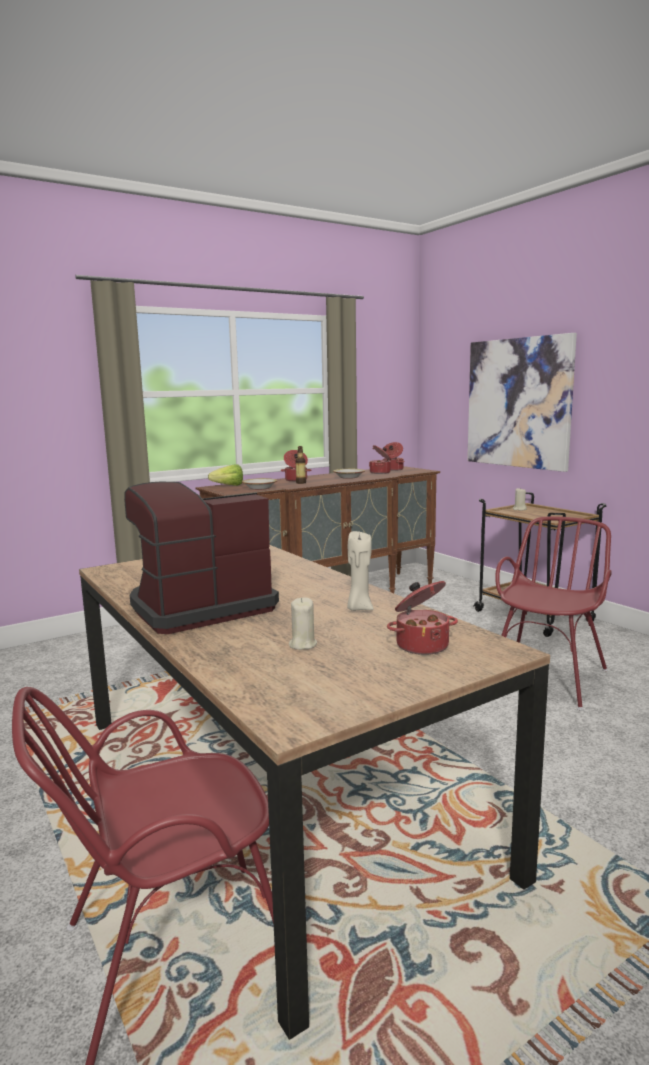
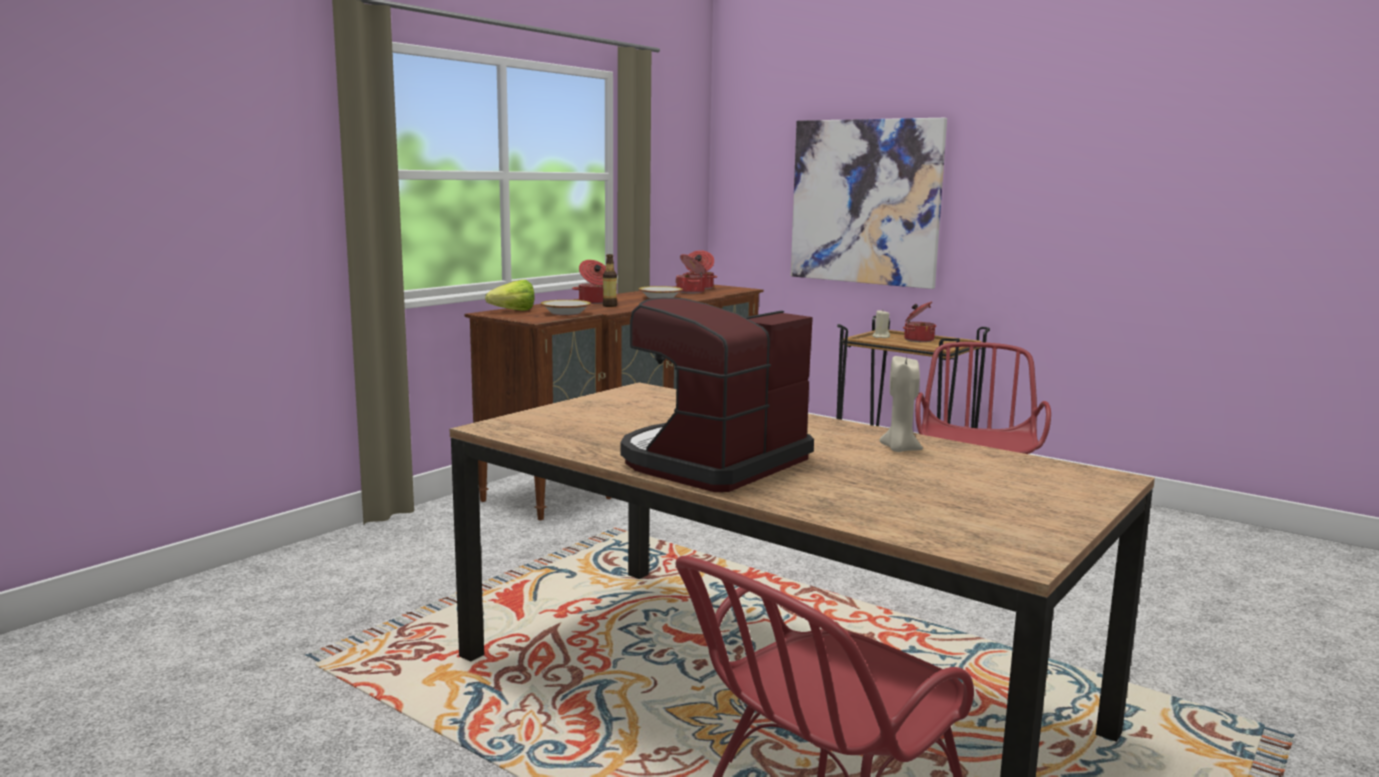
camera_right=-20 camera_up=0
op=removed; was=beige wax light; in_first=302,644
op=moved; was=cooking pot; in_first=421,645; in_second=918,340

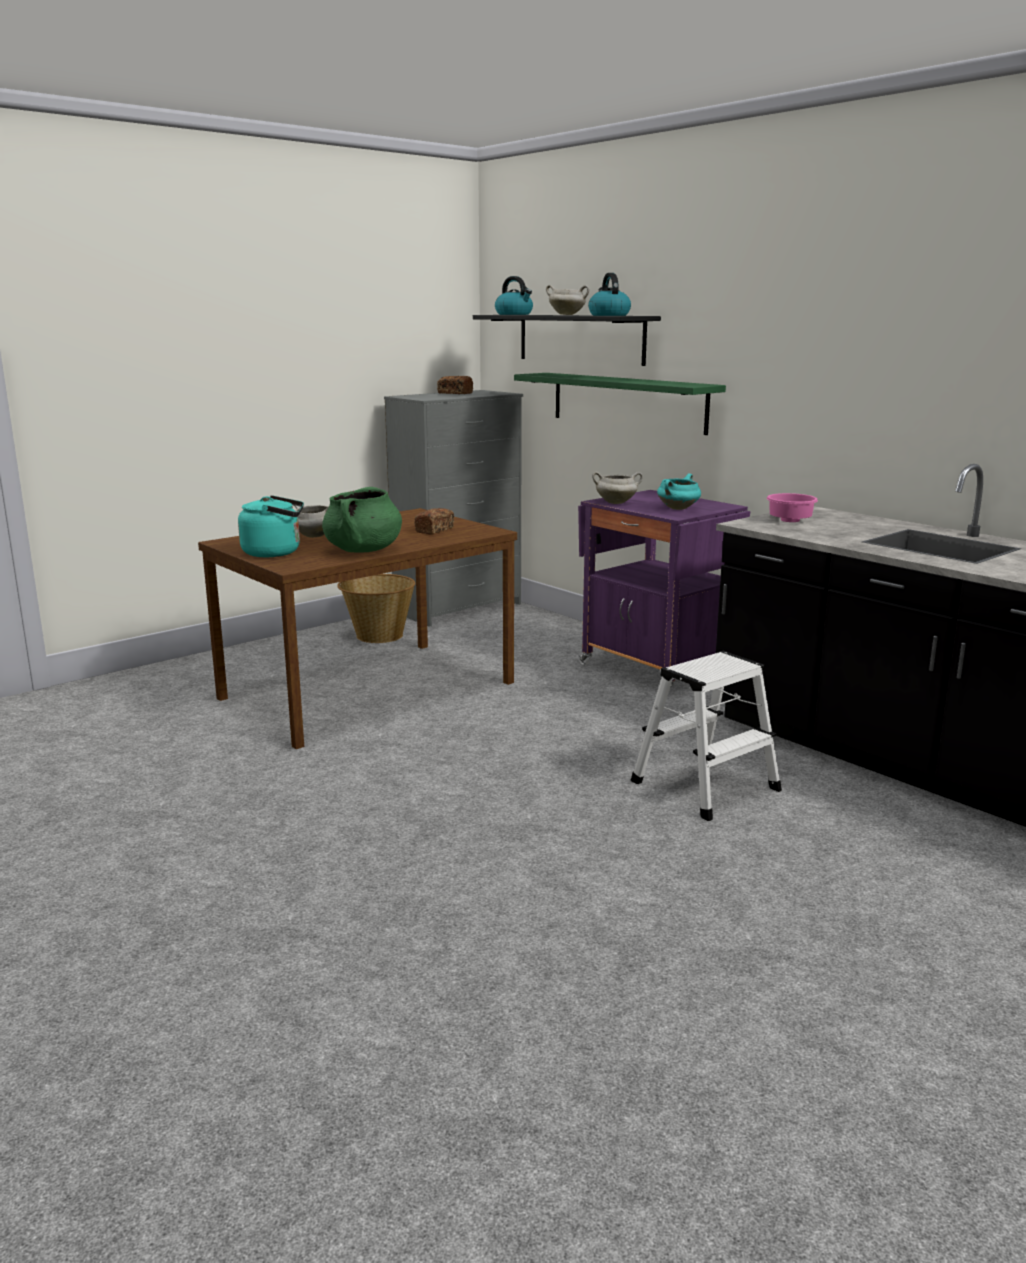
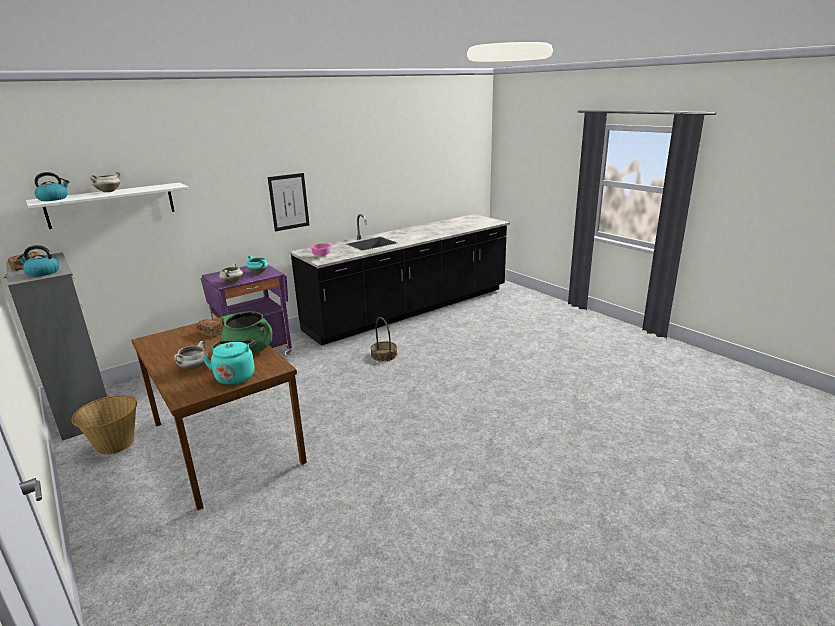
camera_right=-85 camera_up=5
op=recoloured; was=black bracket shelf; now=whitish bracket shelf; in_first=580,338; in_second=111,205
op=removed; was=green-coloured bracket shelf; in_first=627,402
op=moved; was=tea kettle; in_first=608,315; in_second=42,273
op=replaced; was=whitish step stool; now=basket; in_first=705,785; in_second=384,355
op=added; now=wall art; in_second=289,202

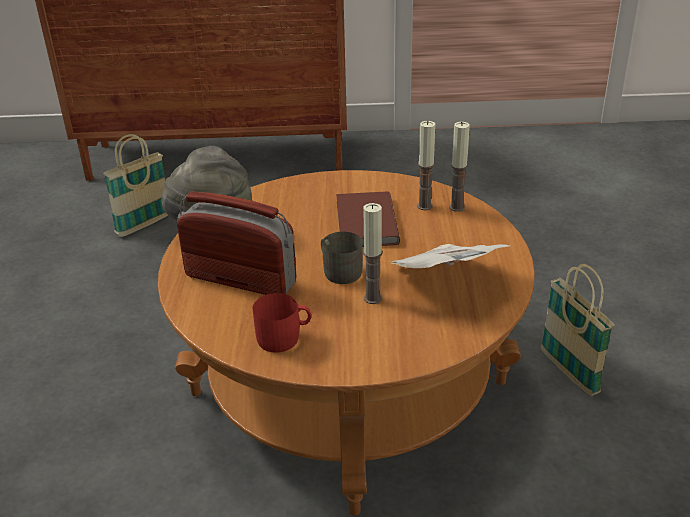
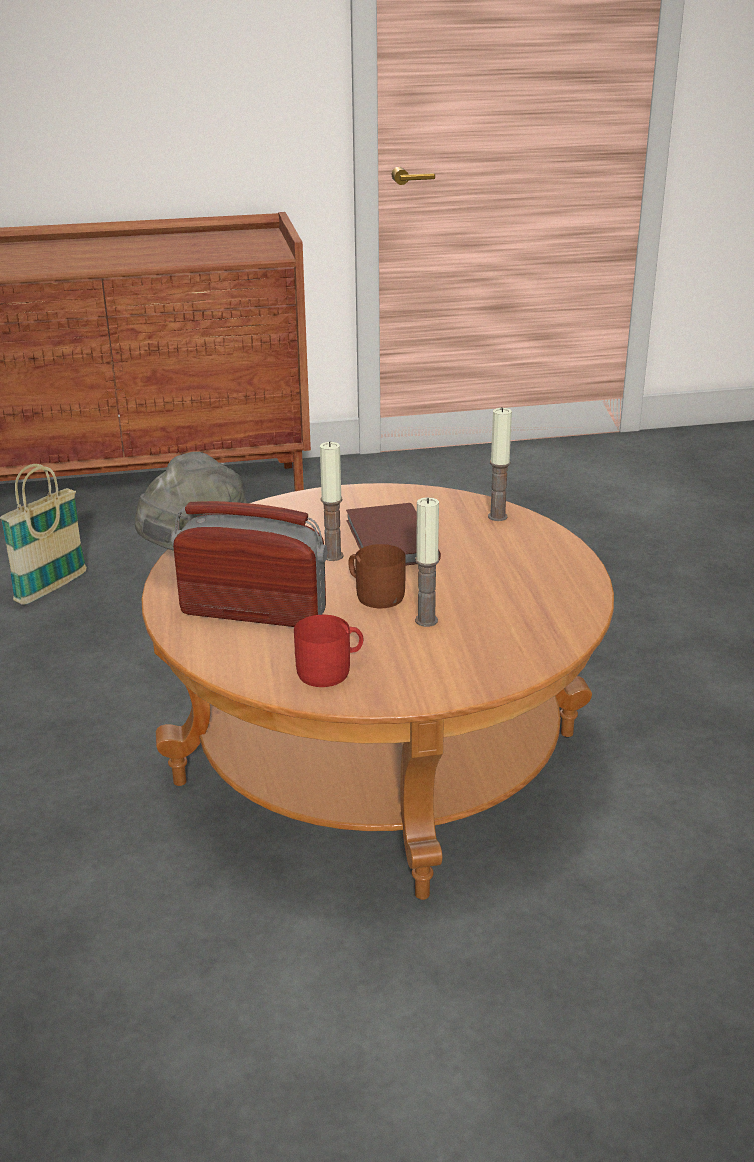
camera_right=-10 camera_up=-5
op=recoloured; was=gray mug; now=brownish mug; in_first=339,270; in_second=375,594
op=removed; was=daily paper; in_first=446,280
op=moved; was=wax light; in_first=424,206; in_second=333,556
op=removed; was=basket; in_first=568,372

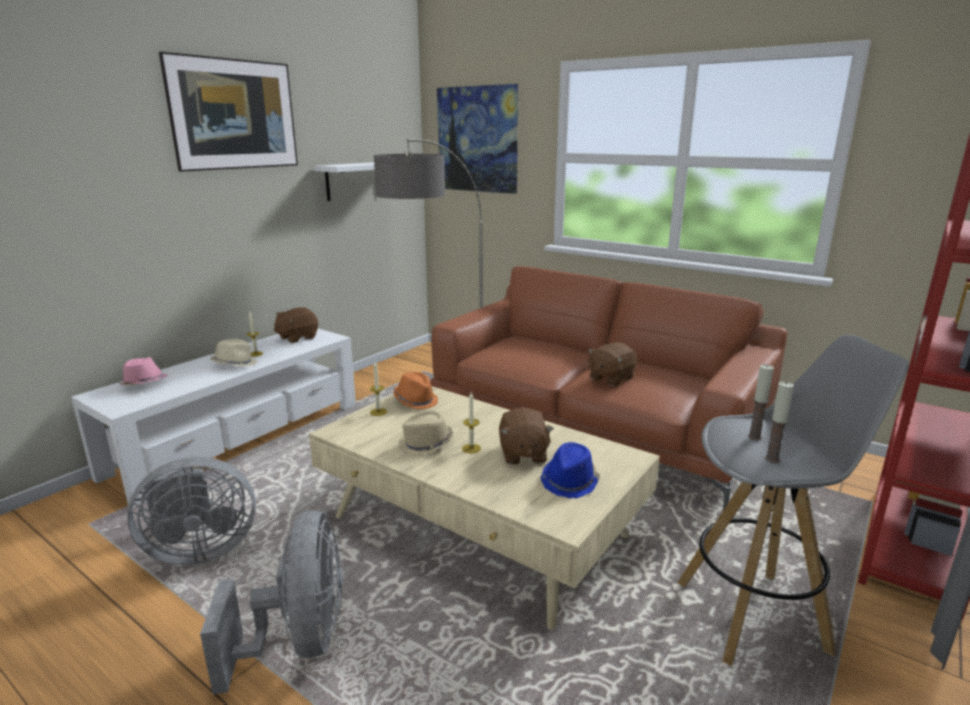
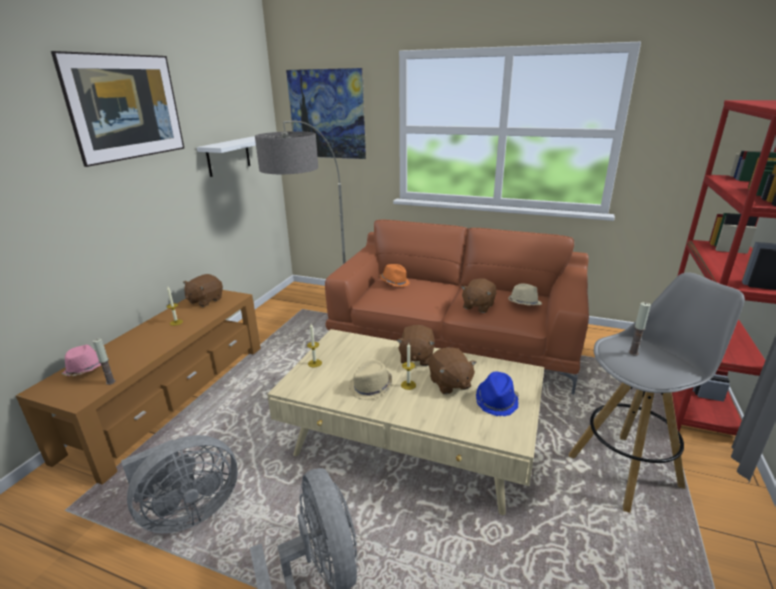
camera_right=-15 camera_up=5
op=recoloured; was=whitish media console; now=brownish media console; in_first=240,439; in_second=172,397
op=moved; was=beige clothing hat; in_first=234,364; in_second=523,304
op=moved; was=orange clothing hat; in_first=416,401; in_second=395,282
op=moved; was=wax light; in_first=772,459; in_second=110,382
op=added; now=brownish cuddly toy; in_second=416,358

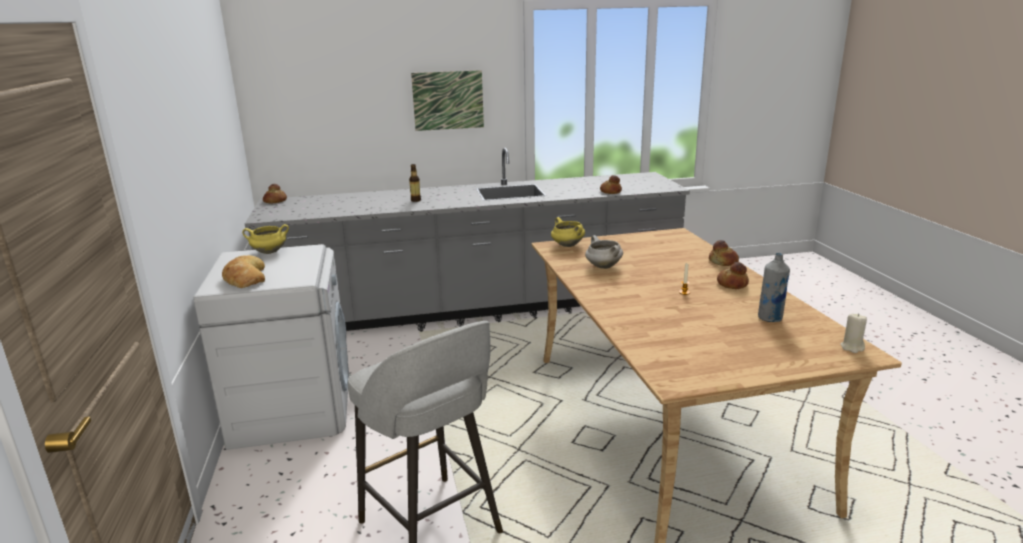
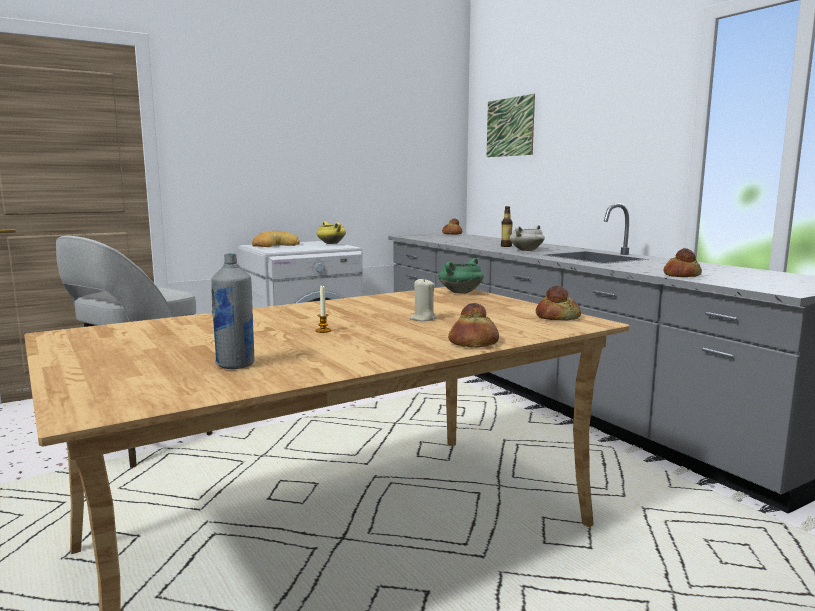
camera_right=70 camera_up=-10
op=moved; was=wall art; in_first=448,100; in_second=510,127
op=recoloured; was=yellowish cooking pot; now=green-coloured cooking pot; in_first=567,245; in_second=460,292
op=moved; was=whitish cooking pot; in_first=602,266; in_second=526,250
op=moved; was=bakery bread; in_first=731,284; in_second=557,317
op=moved; was=beige wax light; in_first=852,347; in_second=423,319

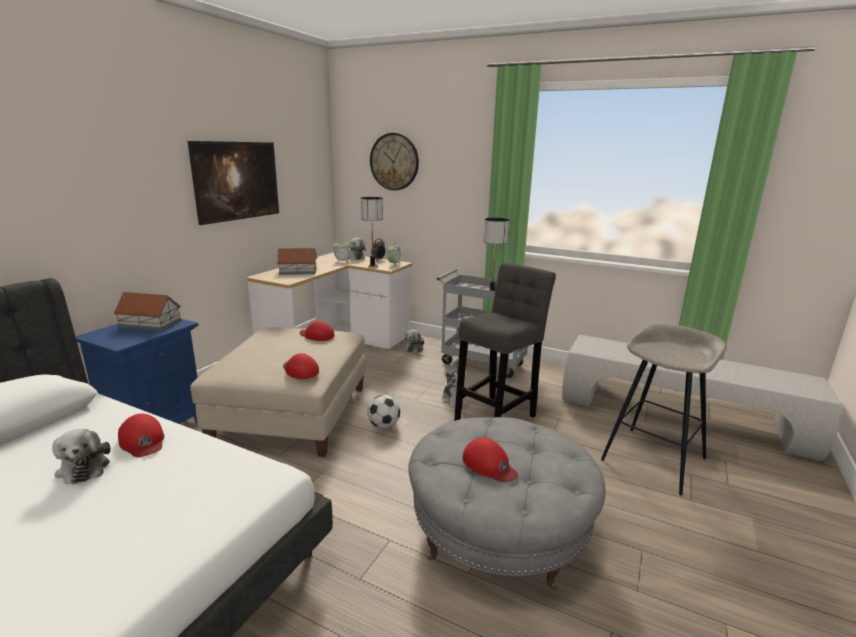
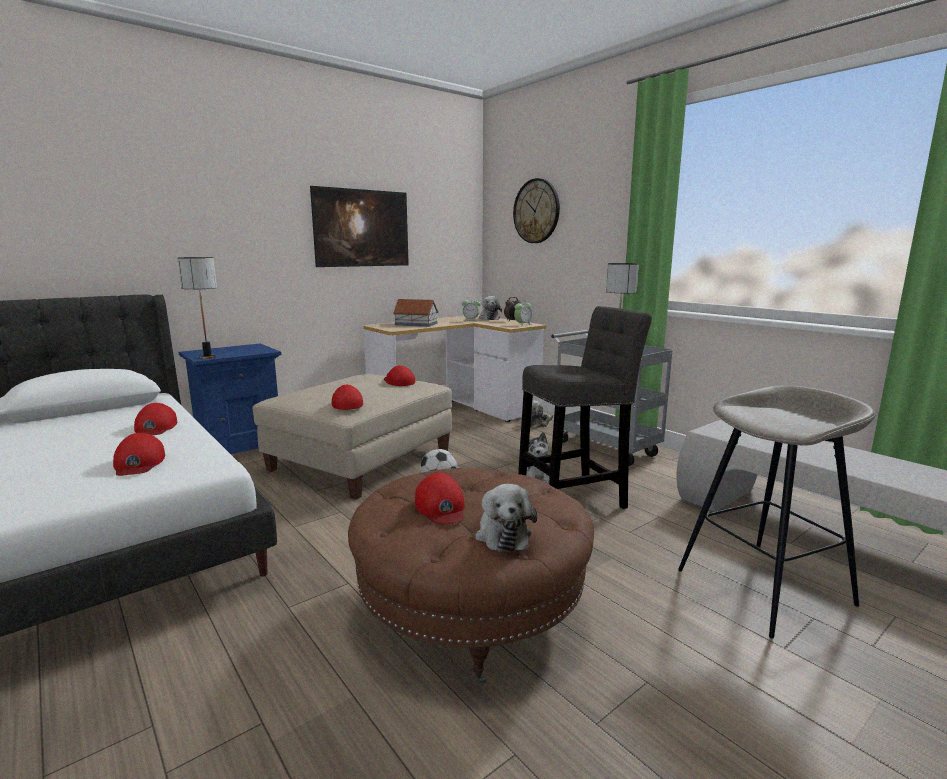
camera_right=25 camera_up=-5
op=moved; was=cuddly toy; in_first=84,467; in_second=502,534
op=removed; was=model house; in_first=150,323
op=moved; was=lamp for a table; in_first=373,266; in_second=208,357
op=recoloured; was=gray ottoman; now=brownish ottoman; in_first=498,531; in_second=471,608
op=added; now=reddish peaked cap; in_second=139,463

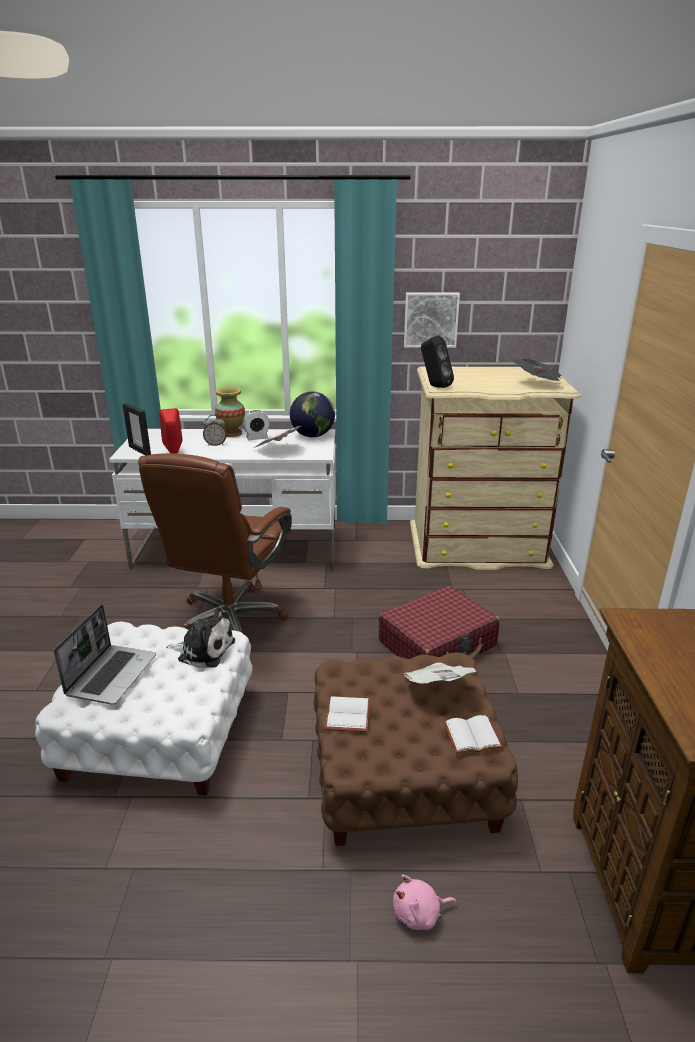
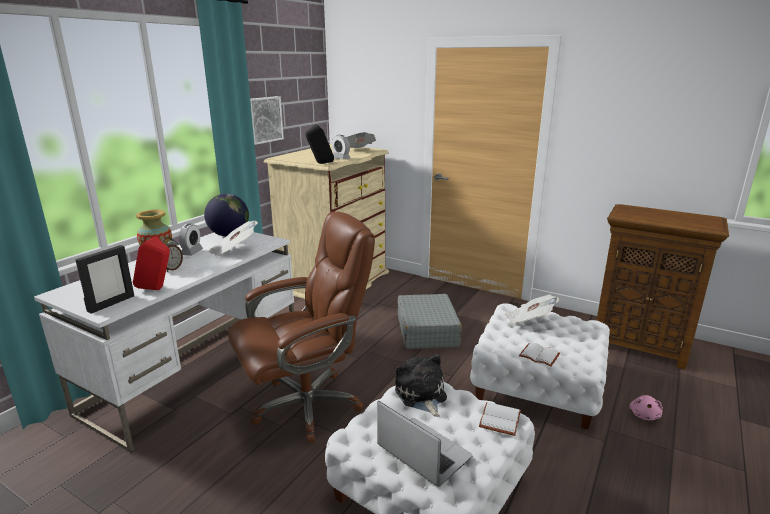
camera_right=-60 camera_up=-5
op=turned; was=standing frame; in_first=140,450; in_second=111,303; clockwise=-45
op=turned; was=brownish office chair; in_first=231,618; in_second=305,406; clockwise=-75
op=turned; was=cuddly toy; in_first=204,650; in_second=421,395; clockwise=-60
op=recoloured; was=brownish ottoman; now=whitish ottoman; in_first=404,773; in_second=538,384
op=recoloured; was=reddish travel case; now=gray travel case; in_first=437,644; in_second=427,331
op=moved; was=whitish book; in_first=472,735; in_second=498,419
op=added; now=table clock; in_second=341,158

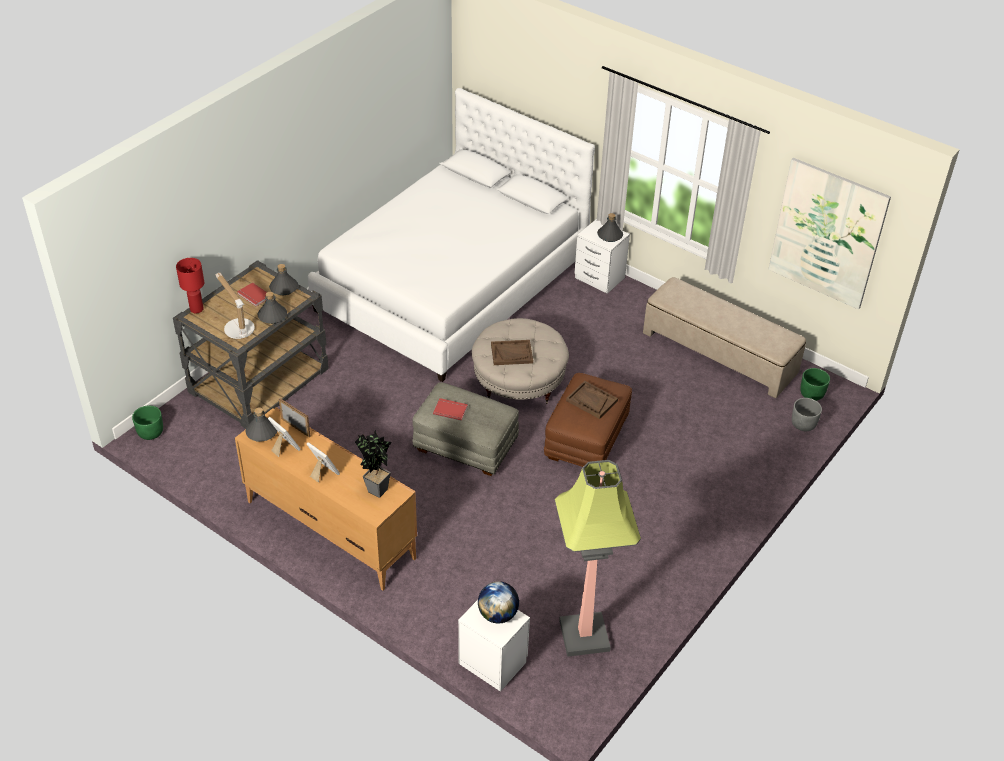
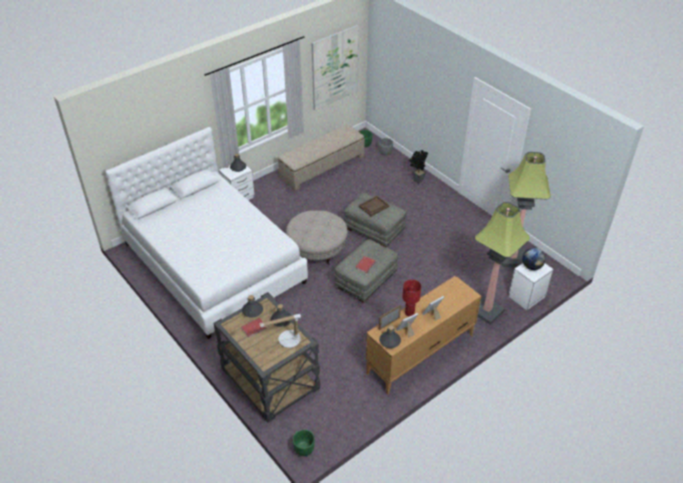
camera_right=-75 camera_up=0
op=moved; was=reddish lamp for a table; in_first=196,309; in_second=409,313
op=moved; was=potted plant; in_first=376,488; in_second=416,181
op=removed; was=brownish tray; in_first=512,353
op=recoloured; was=brownish ottoman; now=gray ottoman; in_first=587,440; in_second=374,230
op=added; now=standing lamp; in_second=487,312

